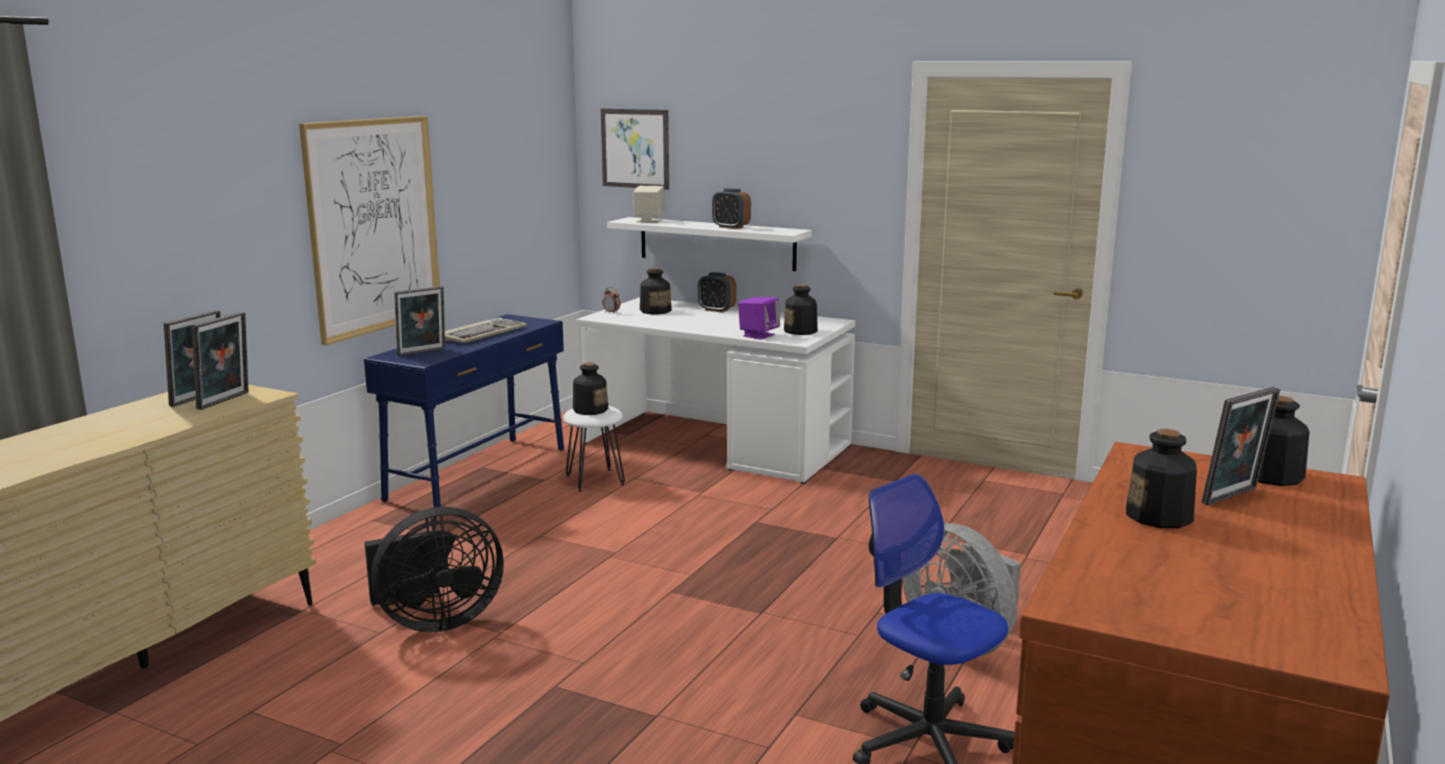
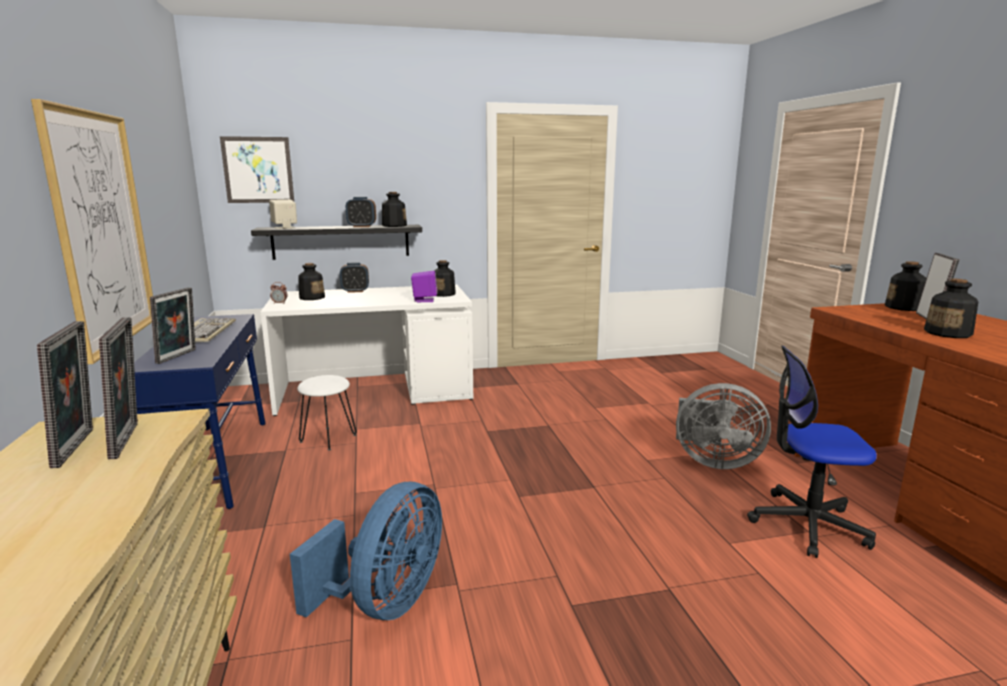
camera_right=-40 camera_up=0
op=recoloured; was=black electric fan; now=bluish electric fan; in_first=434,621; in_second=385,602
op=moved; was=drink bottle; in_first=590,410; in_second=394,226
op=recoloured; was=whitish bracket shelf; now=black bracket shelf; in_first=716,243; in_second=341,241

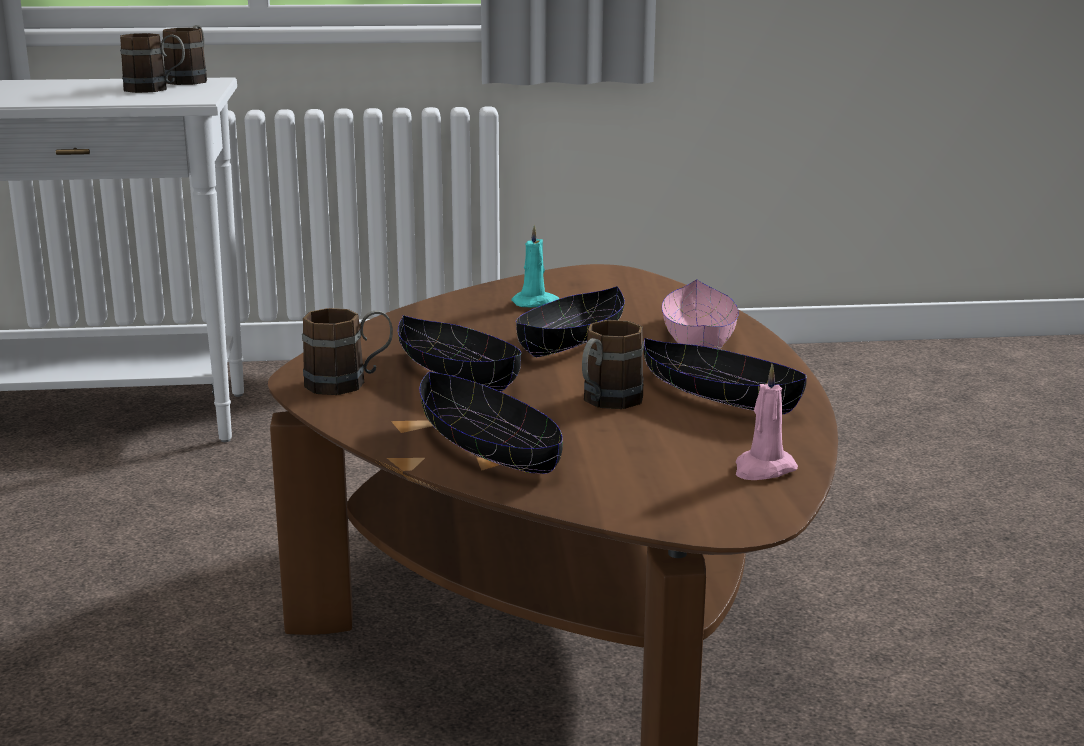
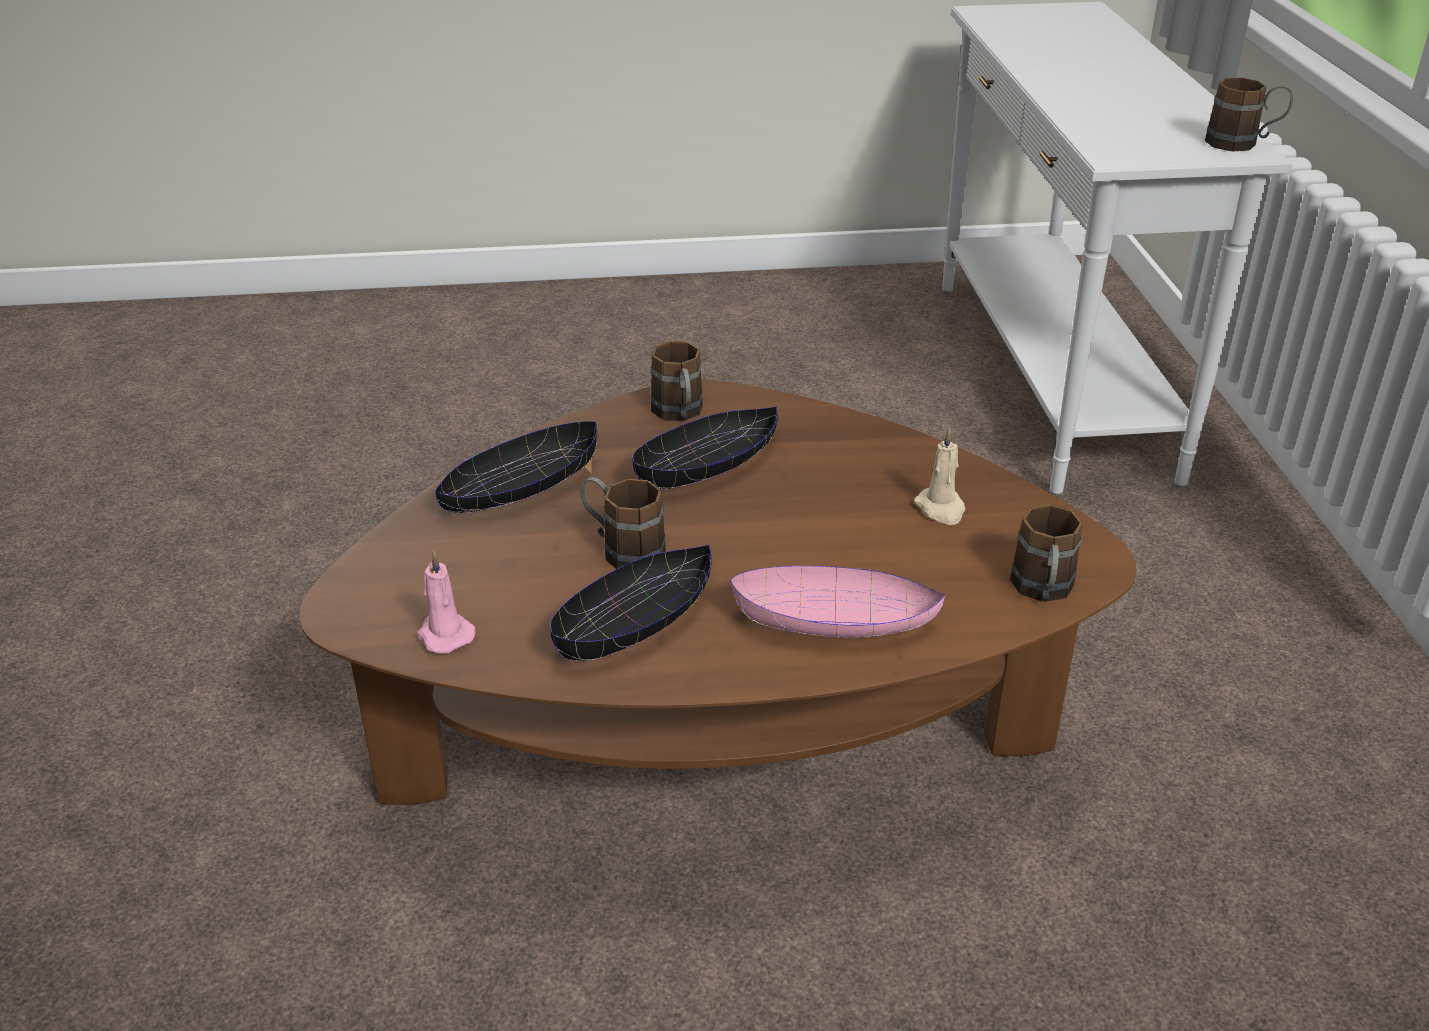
camera_right=90 camera_up=15
op=moved; was=brownish mug; in_first=155,89; in_second=1042,592
op=recoloured; was=blue-green wax light; now=beige wax light; in_first=536,303; in_second=941,509
op=removed; was=black bowl; in_first=572,340

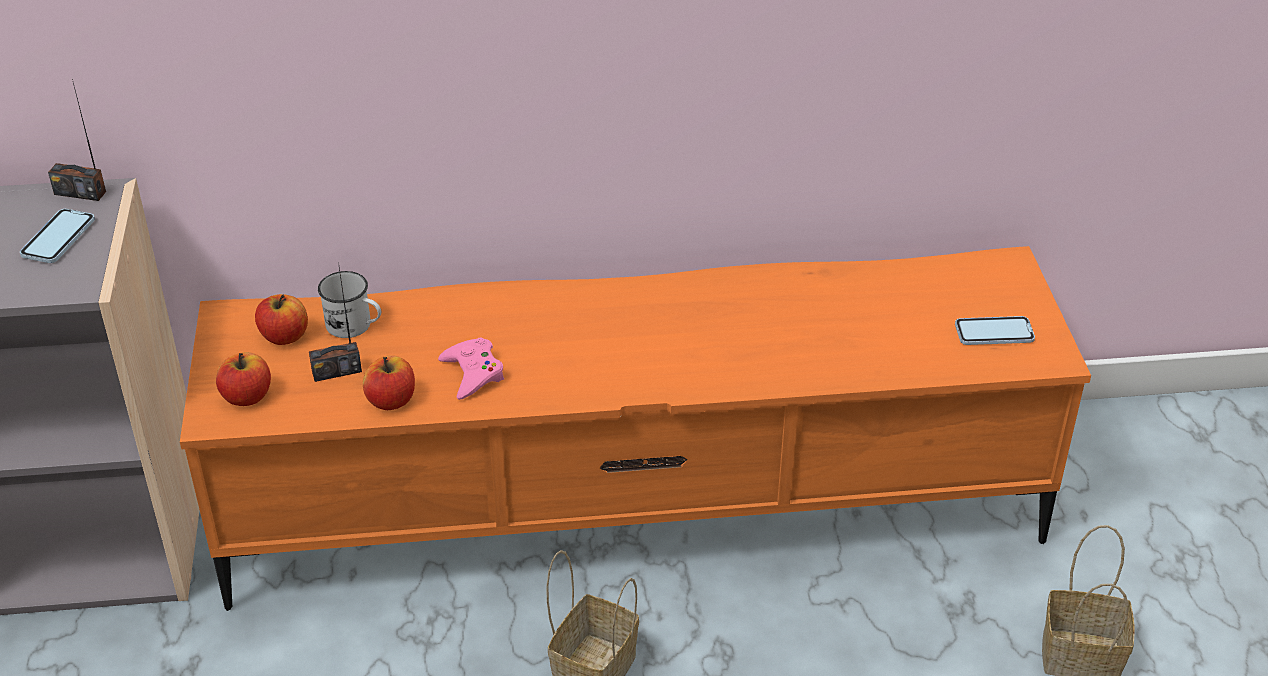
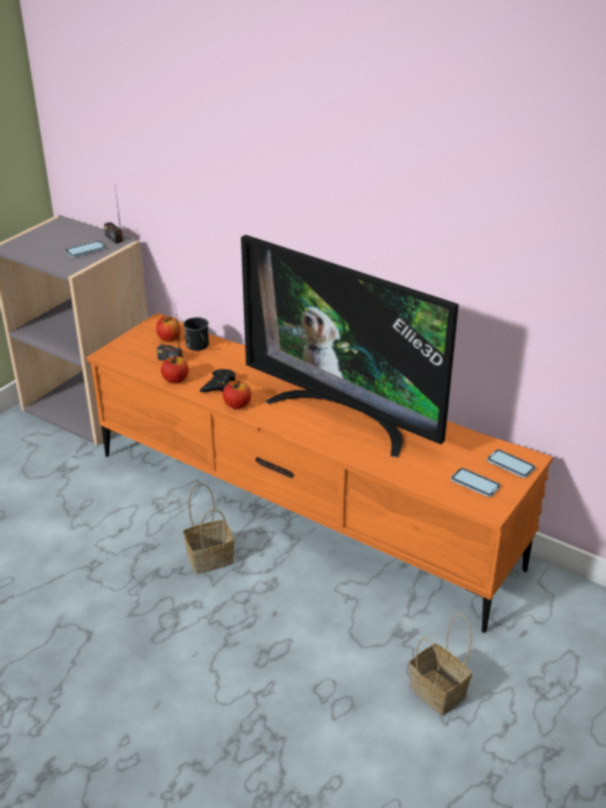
camera_right=40 camera_up=-5
op=moved; was=whole apple; in_first=247,396; in_second=237,405
op=recoloured; was=whitish mug; now=black mug; in_first=355,326; in_second=199,347
op=recoloured; was=pinkish gamepad; now=black gamepad; in_first=473,373; in_second=219,385
op=added; now=TV set; in_second=345,415
op=added; now=phone; in_second=510,465

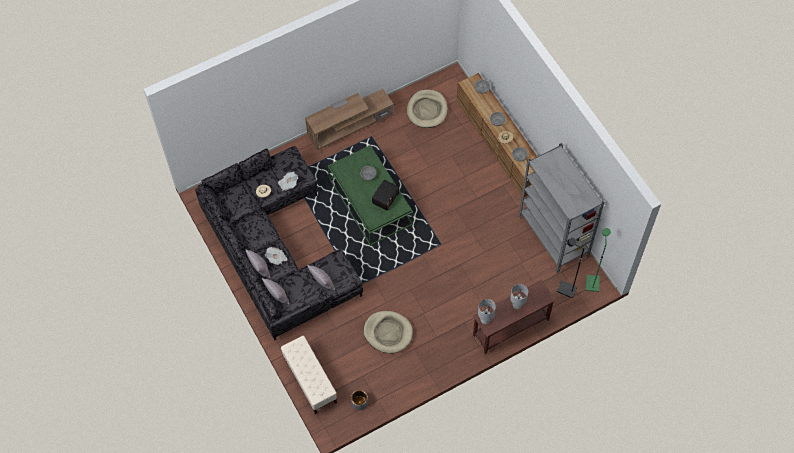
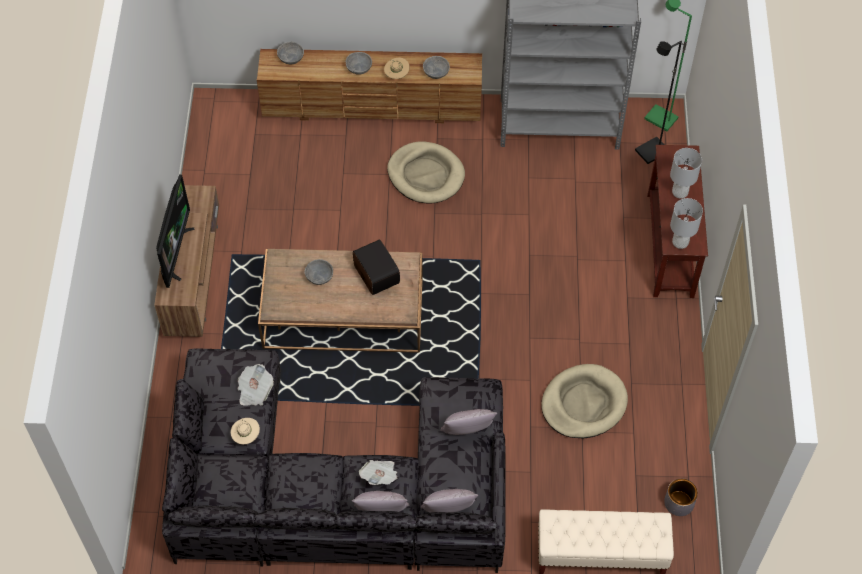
camera_right=-60 camera_up=-5
op=recoloured; was=green-coloured lounge table; now=brownish lounge table; in_first=370,201; in_second=343,313
op=moved; was=beige dog bed; in_first=427,110; in_second=426,175
op=added; now=TV set; in_second=175,252

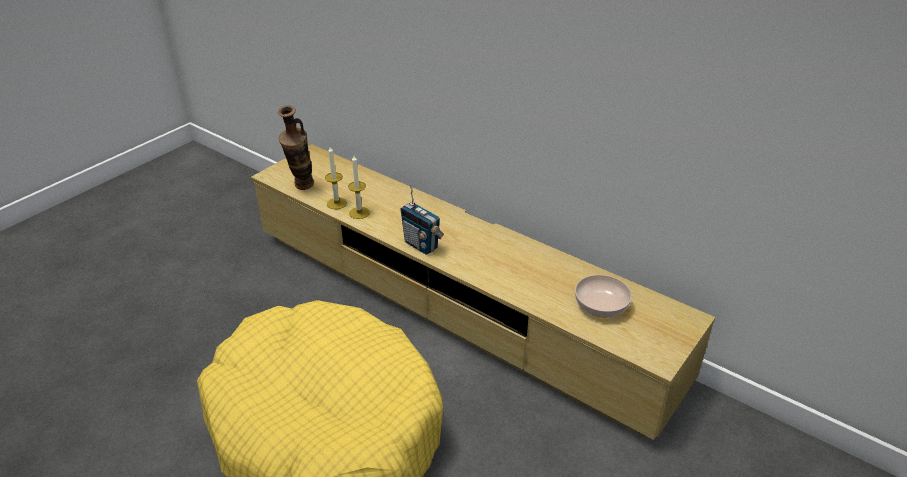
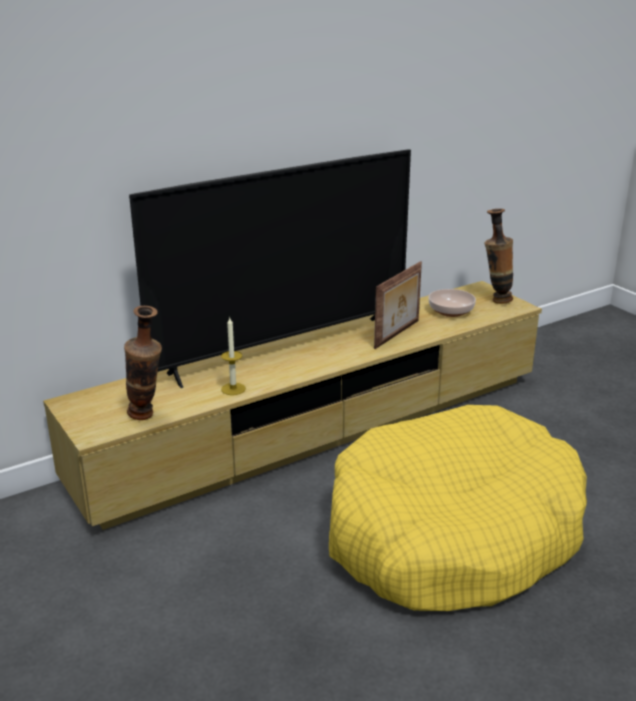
camera_right=-70 camera_up=-10
op=removed; was=wax light; in_first=336,203
op=removed; was=radio set; in_first=421,245
op=added; now=TV set; in_second=283,350
op=added; now=standing frame; in_second=398,334
op=added; now=decorative vase; in_second=495,300

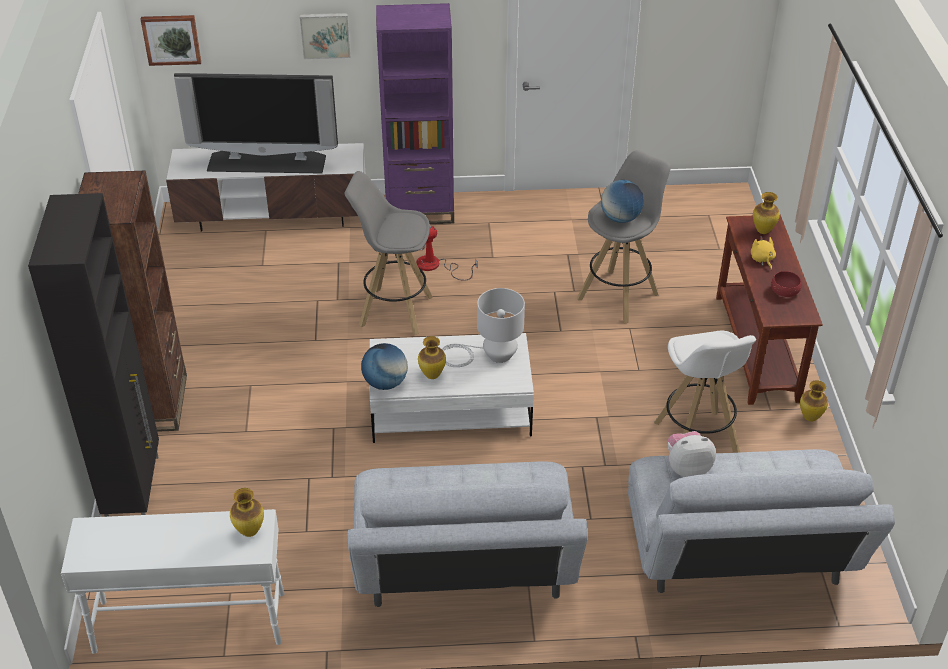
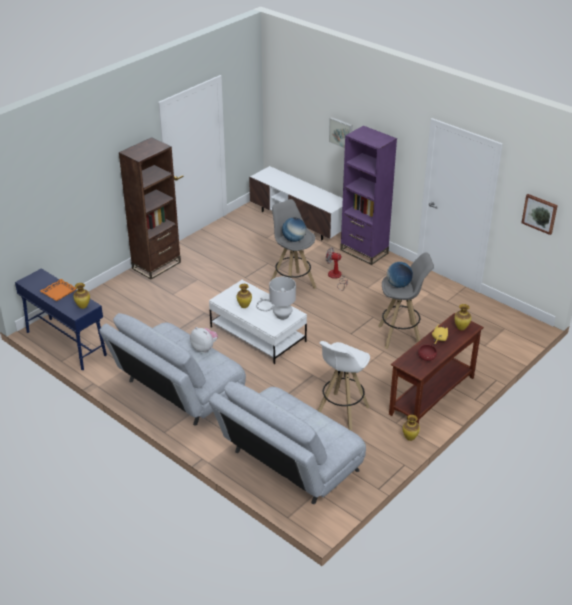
camera_right=45 camera_up=-5
op=removed; was=black cupboard; in_first=134,489
op=recoloured; was=whitish narrow table; now=bluish narrow table; in_first=190,621; in_second=66,343
op=moved; was=wall art; in_first=171,39; in_second=540,213
op=removed; was=TV set; in_first=267,162
op=moved; was=desk globe; in_first=385,383; in_second=294,239
op=moved; was=cuddly toy; in_first=687,468; in_second=204,348
op=added; now=orange tray; in_second=59,292

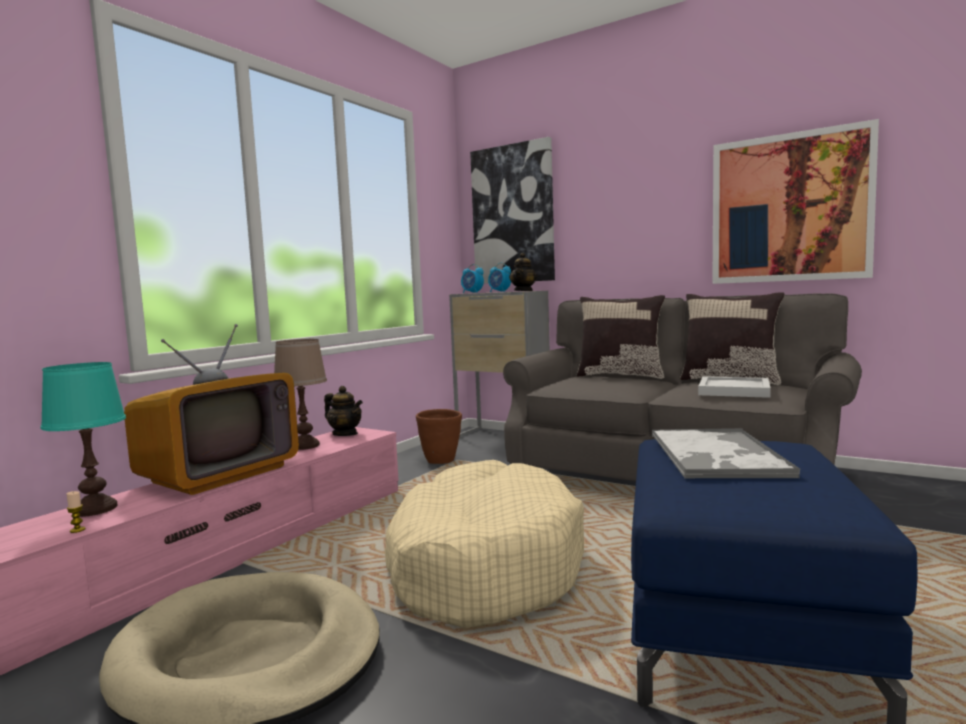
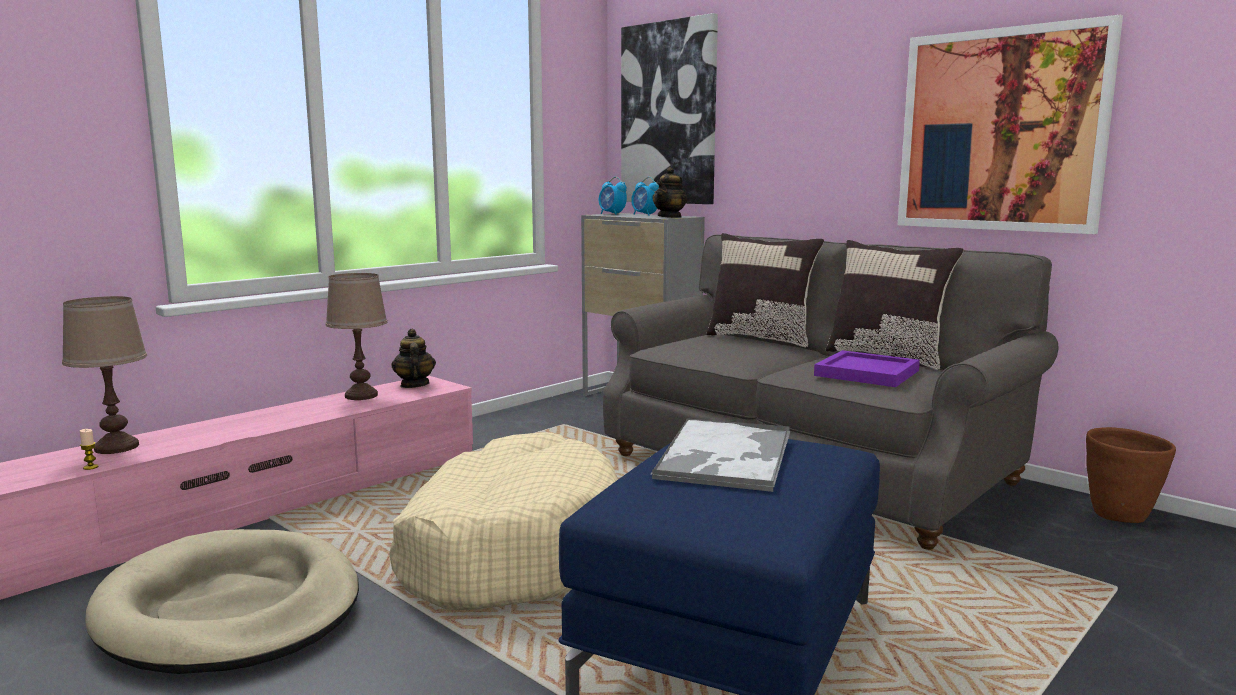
camera_right=10 camera_up=5
op=recoloured; was=blue-green lamp for a table; now=brownish lamp for a table; in_first=95,509; in_second=117,447
op=removed; was=TV set; in_first=219,474
op=turned; was=teapot; in_first=345,434; in_second=414,385; clockwise=-150
op=moved; was=brownish plant pot; in_first=441,461; in_second=1120,516
op=recoloured; was=whitish tray; now=purplish tray; in_first=735,390; in_second=868,373

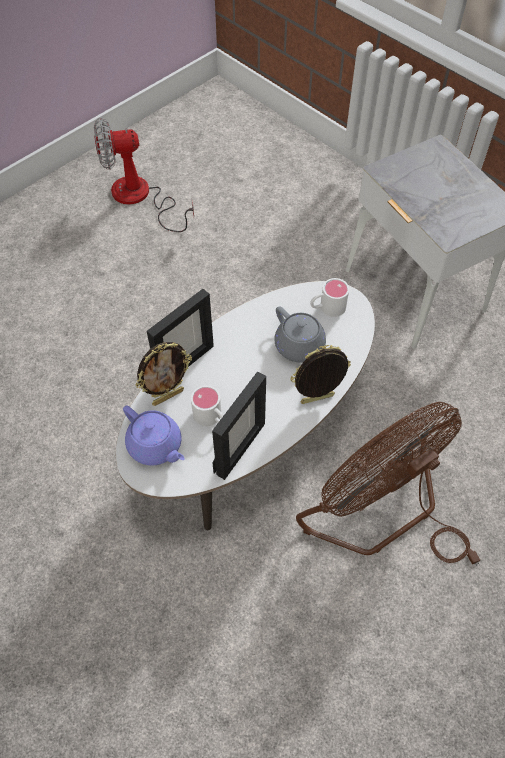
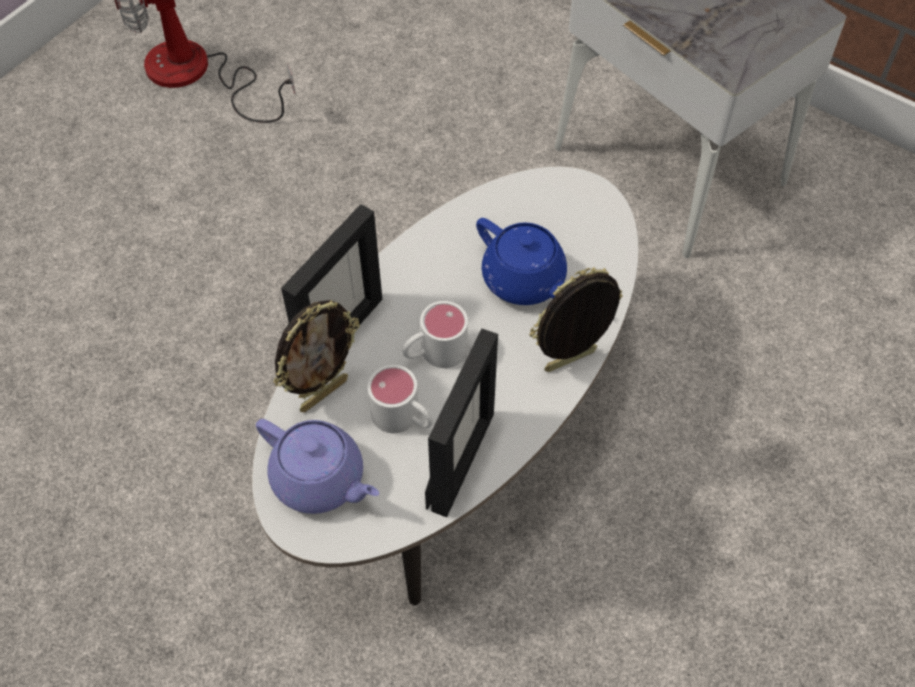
camera_right=-10 camera_up=0
op=recoloured; was=gray teapot; now=bluish teapot; in_first=300,347; in_second=525,280
op=removed; was=brownish electric fan; in_first=390,512
op=moved; was=whitish mug; in_first=327,308; in_second=434,353

